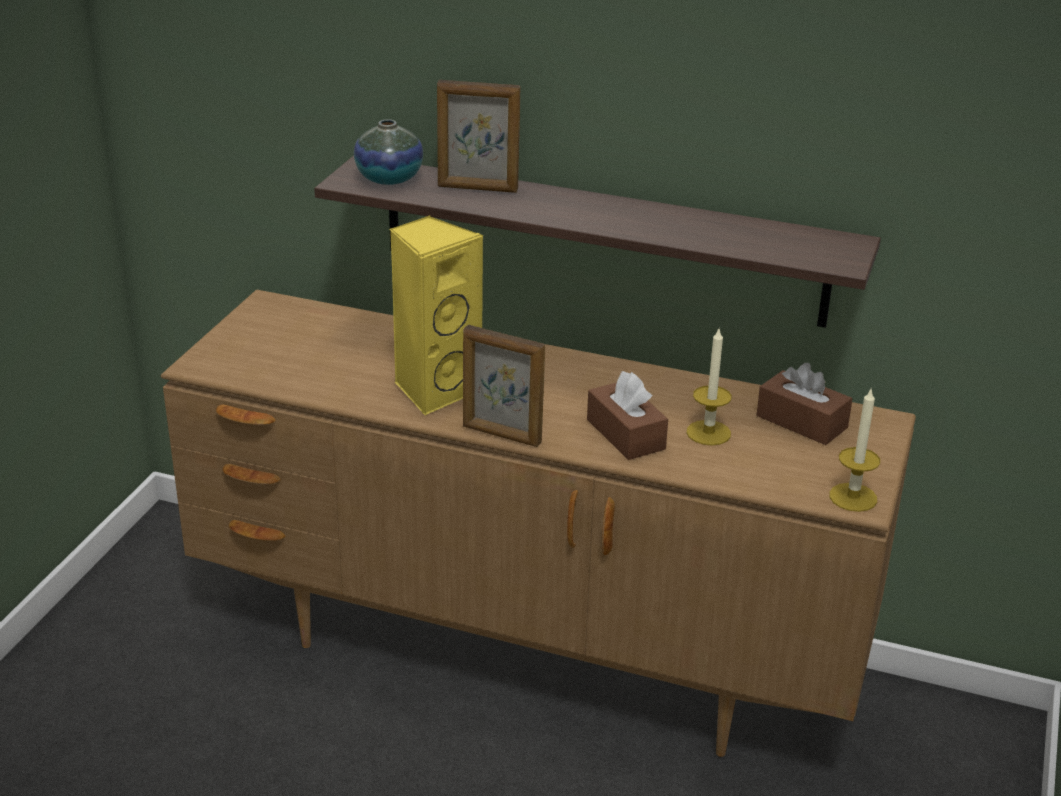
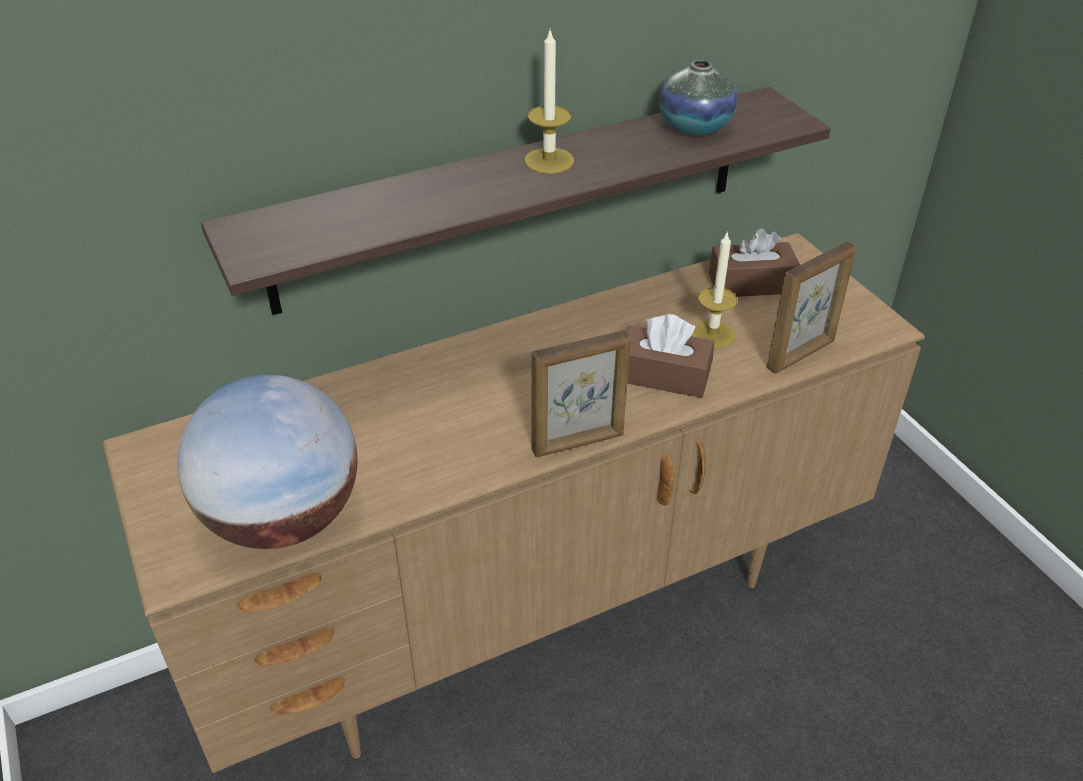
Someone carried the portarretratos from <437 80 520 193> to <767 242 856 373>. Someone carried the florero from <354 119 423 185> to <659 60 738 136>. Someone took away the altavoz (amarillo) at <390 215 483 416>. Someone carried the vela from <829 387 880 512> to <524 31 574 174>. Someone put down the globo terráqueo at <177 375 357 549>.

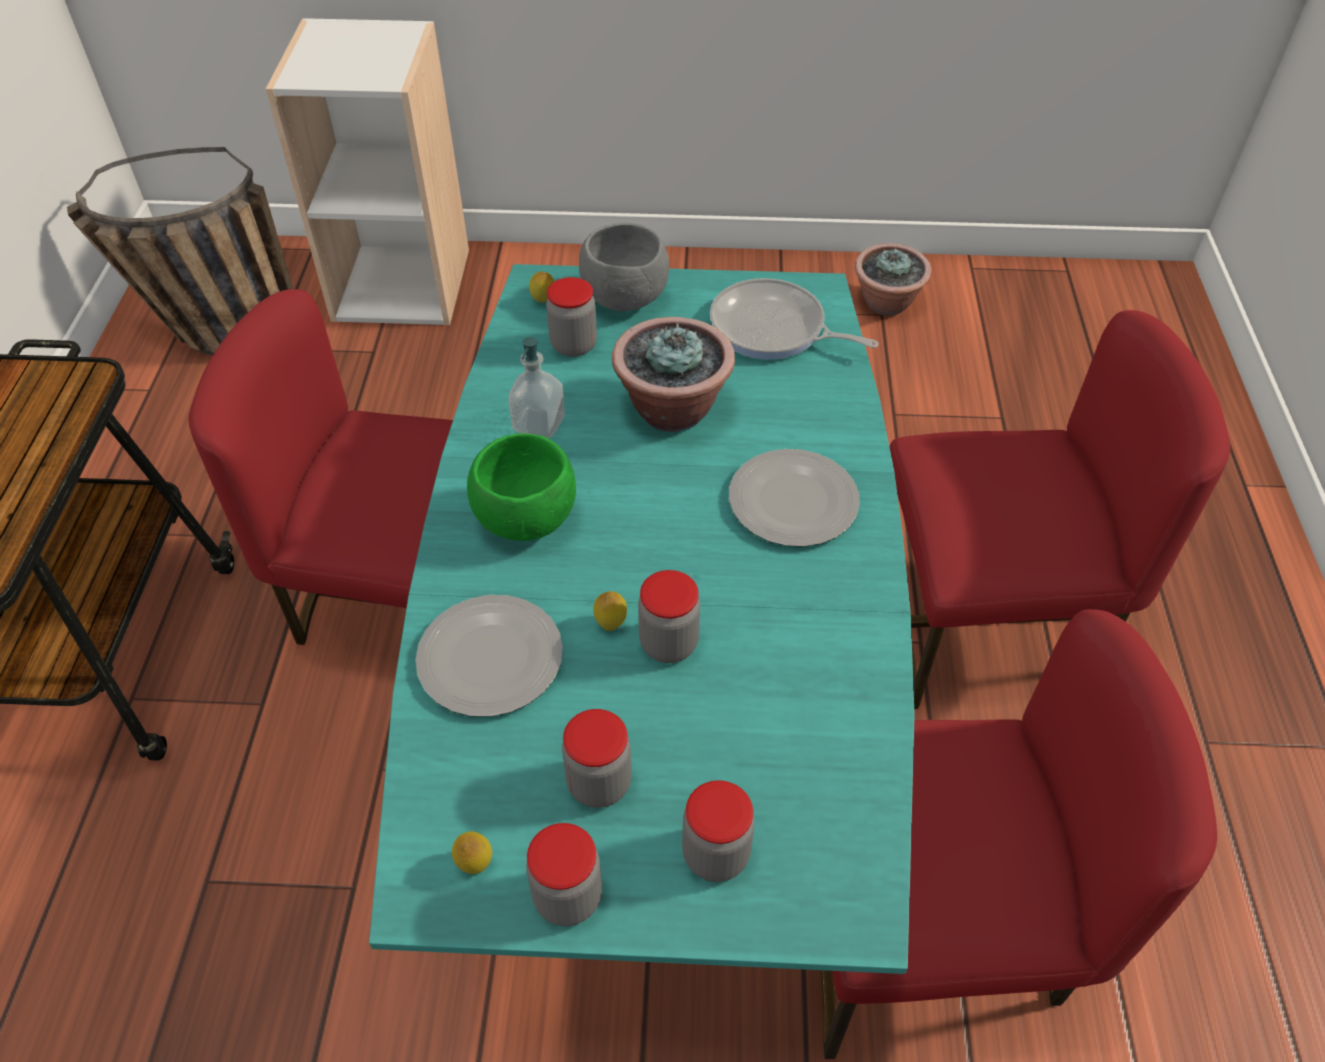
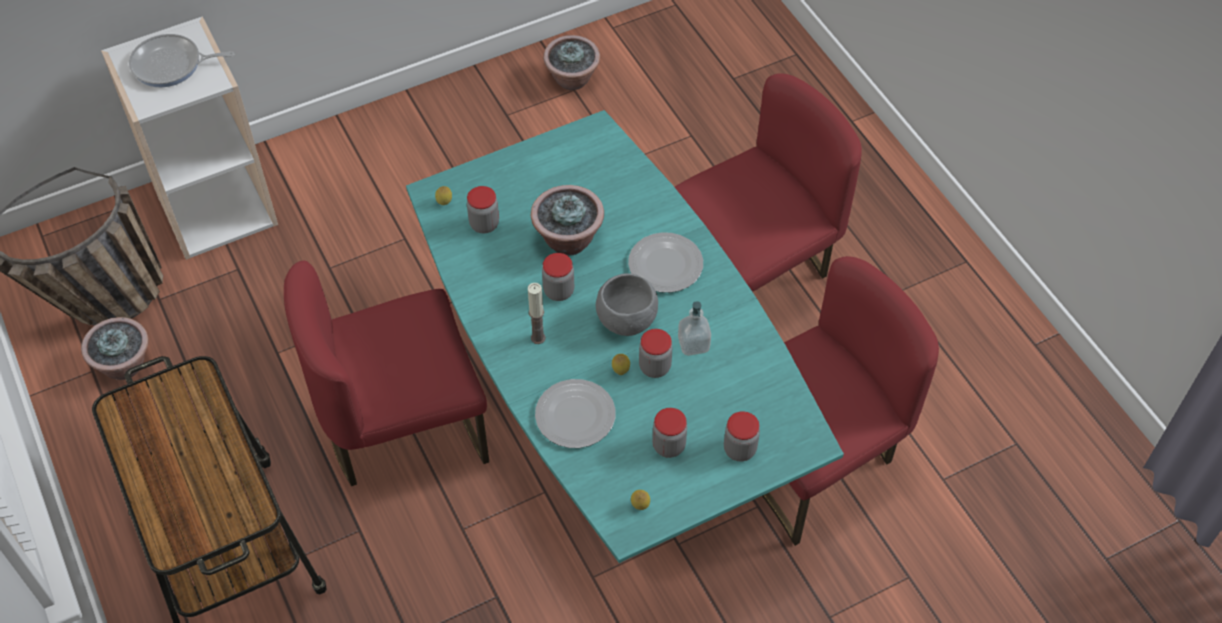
Someone carried the cuenco (gris) from <579 223 669 311> to <596 273 658 336>. Someone carried the sartén from <710 278 878 359> to <129 34 234 87>. Someone carried the dispensador de jabón from <509 337 565 439> to <678 301 711 356>. Someone swapped the cuenco (verde) at <467 433 576 541> for the vela at <528 283 546 344>. Someone carried the tarro from <526 823 602 926> to <542 253 574 301>. Someone put down the planta en maceta at <81 317 149 380>.

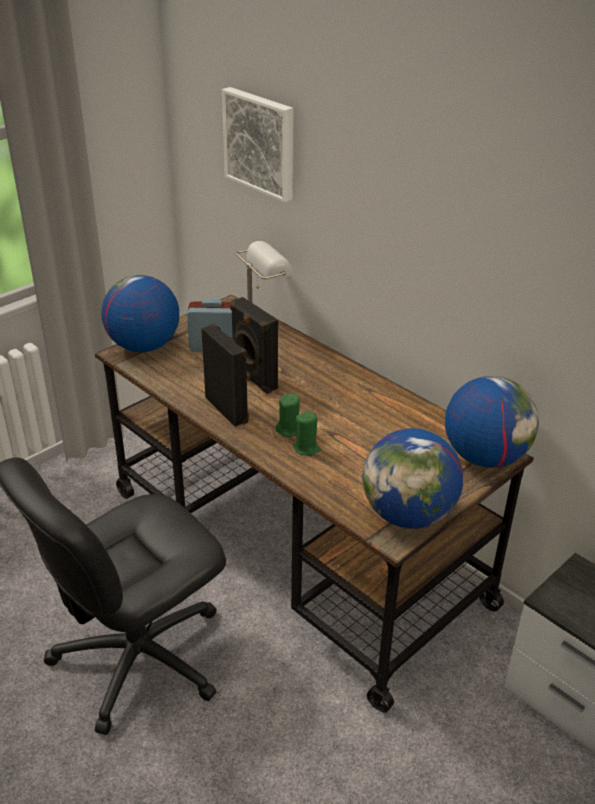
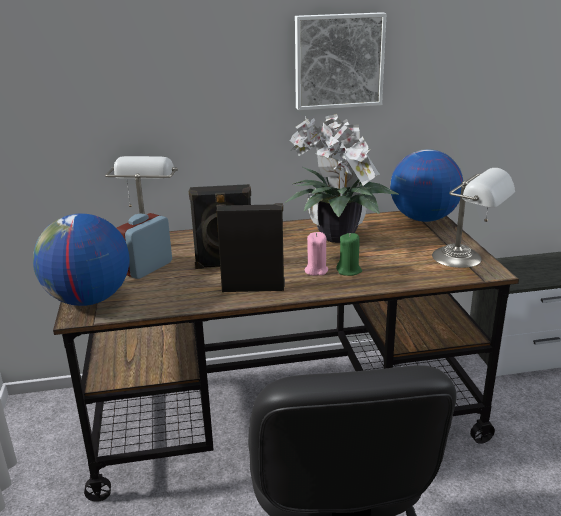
Someone carried the cuadro from <222 87 293 202> to <295 12 386 110>. Someone repainted the vela (verde) at <276 393 300 437>, which became the vela (rosa) at <305 232 328 276>. Someone swapped the globo terráqueo at <362 428 463 529> for the lámpara de mesa (blanco) at <432 168 515 268>. Someone put down the planta en maceta at <285 114 398 243>.

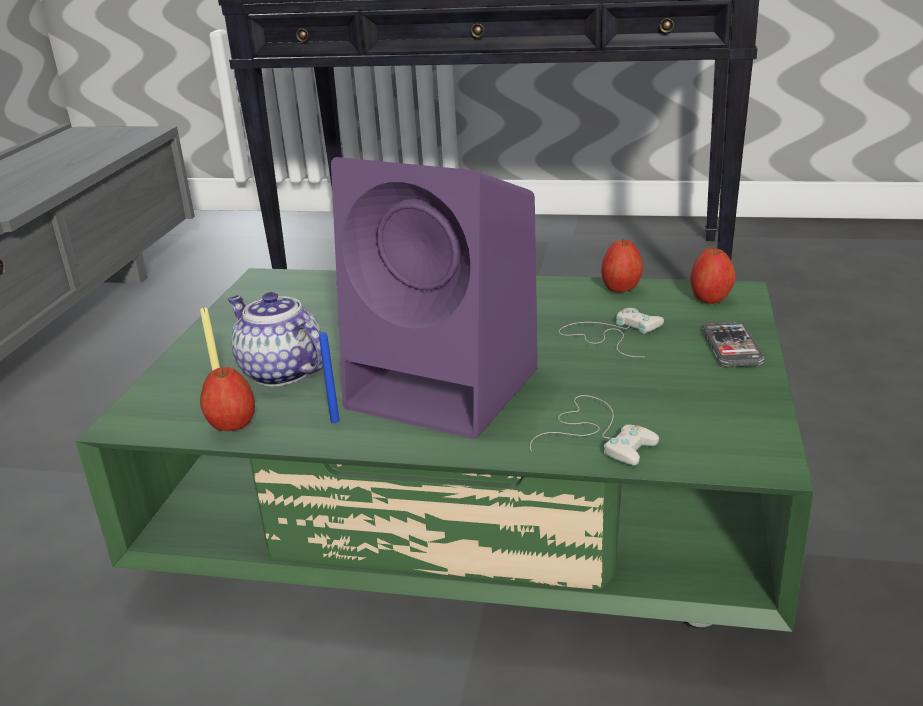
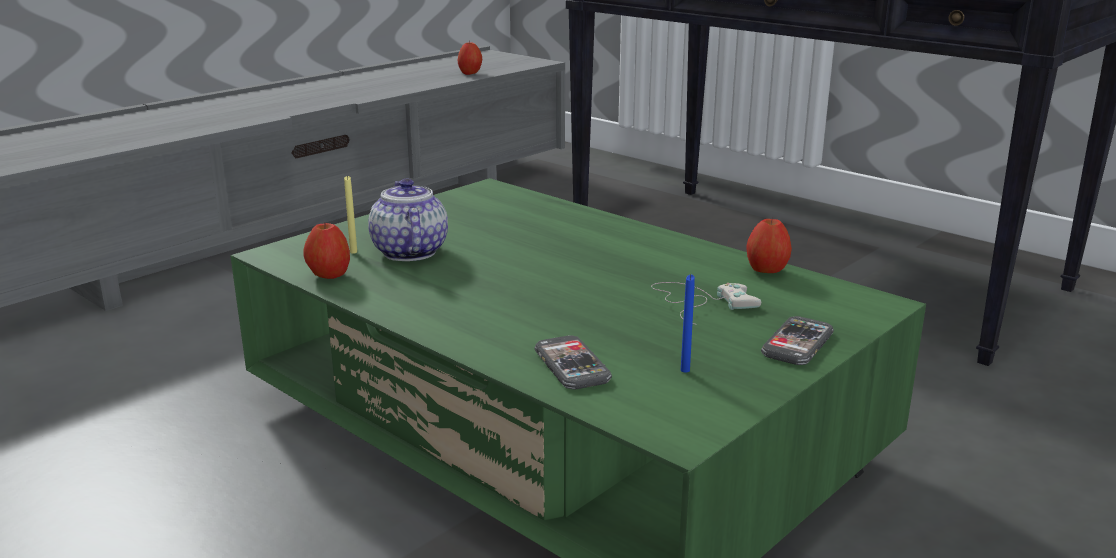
Someone took away the altavoz (morado) at <331 157 538 439>. Someone carried the manzana from <690 247 735 304> to <457 41 482 75>. Someone carried the vela (azul) from <319 332 339 423> to <681 274 695 373>. Someone swapped the mando de consola (blanco) at <530 395 659 466> for the móvil at <535 335 612 389>.

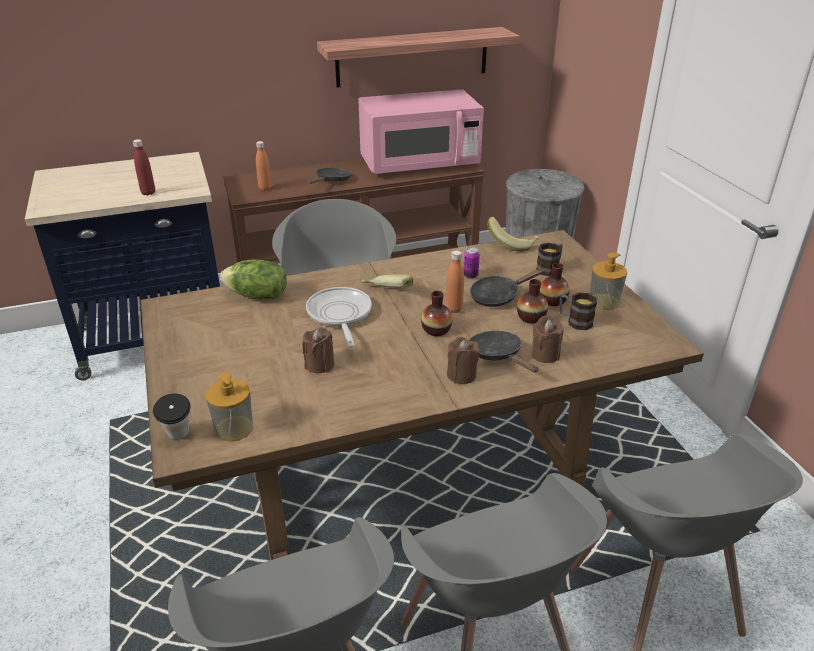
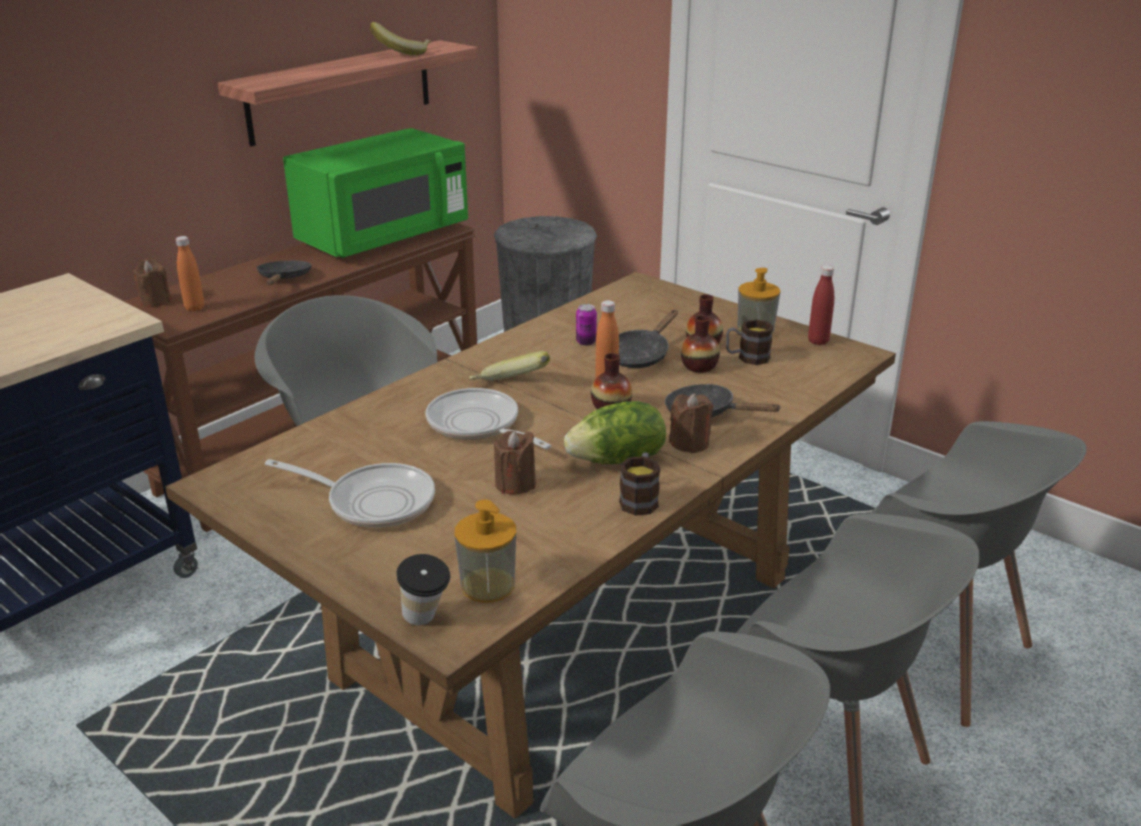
Someone repainted the microondas (rosa) at <358 89 484 174>, which became the microondas (verde) at <283 128 468 258>. Someone carried the botella (rojo) from <133 139 155 196> to <808 265 834 345>. Someone carried the plátano from <487 217 539 252> to <370 22 431 55>. Someone carried the taza grande from <536 243 563 276> to <619 452 660 516>. Someone carried the lechuga from <220 260 287 300> to <564 401 666 464>. Someone carried the vela (marrón) from <531 315 563 363> to <133 259 171 308>. Someone put down the sartén at <265 459 435 528>.

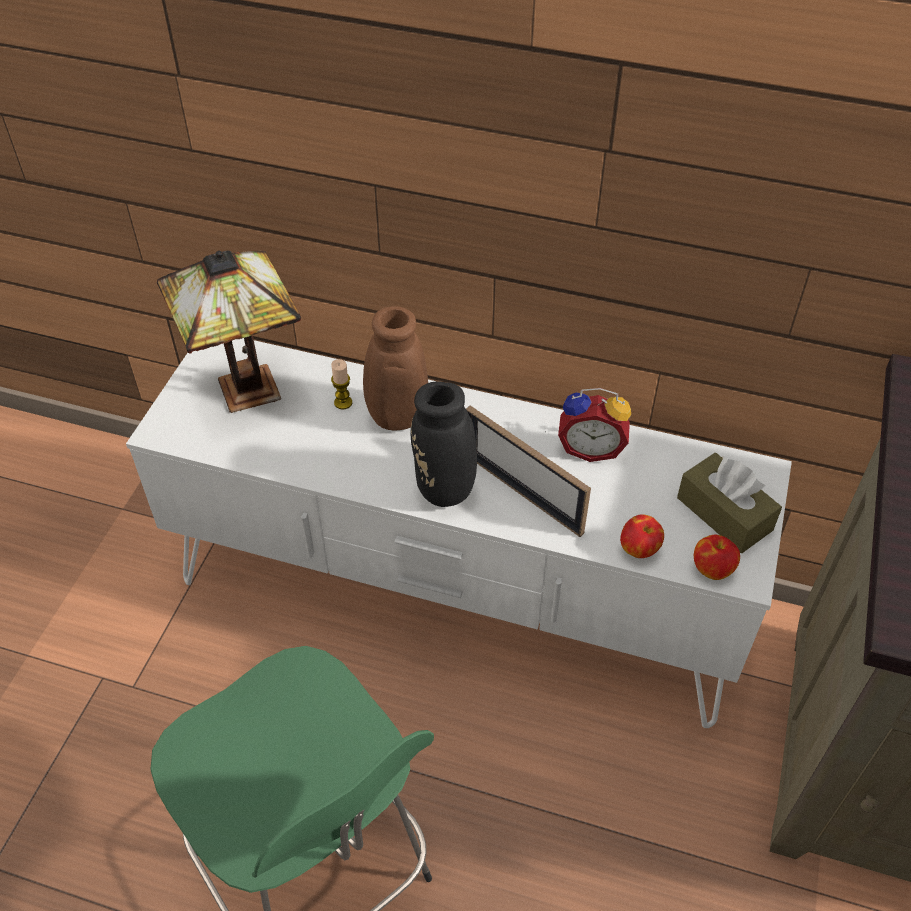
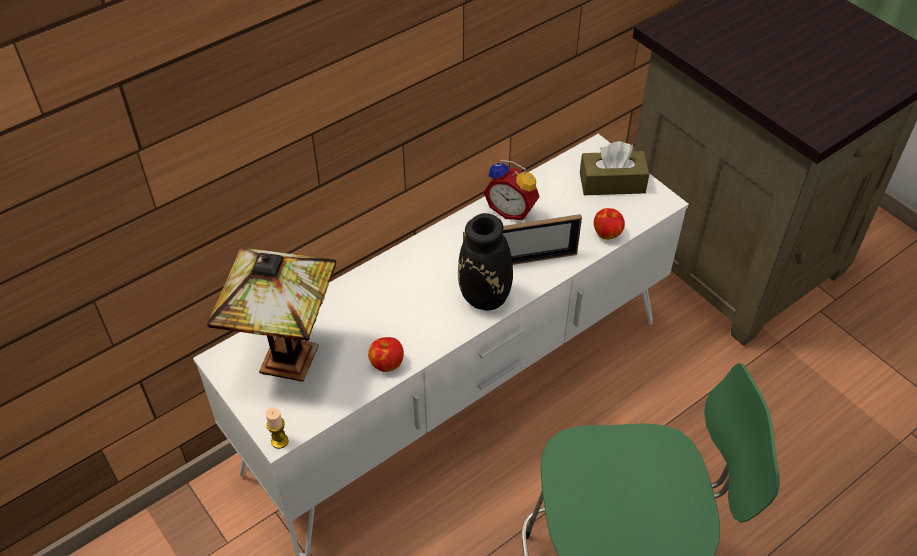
Someone took away the florero (marrón) at <334 306 428 430>. Someone carried the vela from <331 359 352 410> to <265 408 289 449>. Someone rotated the despertador at <558 388 631 462> by 75 degrees clockwise. Someone carried the manzana from <694 534 740 580> to <368 337 404 372>.

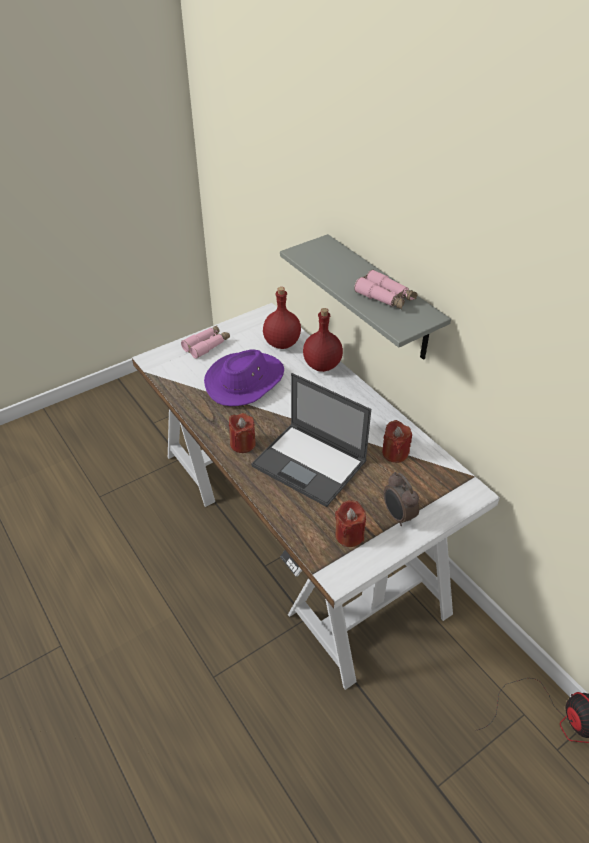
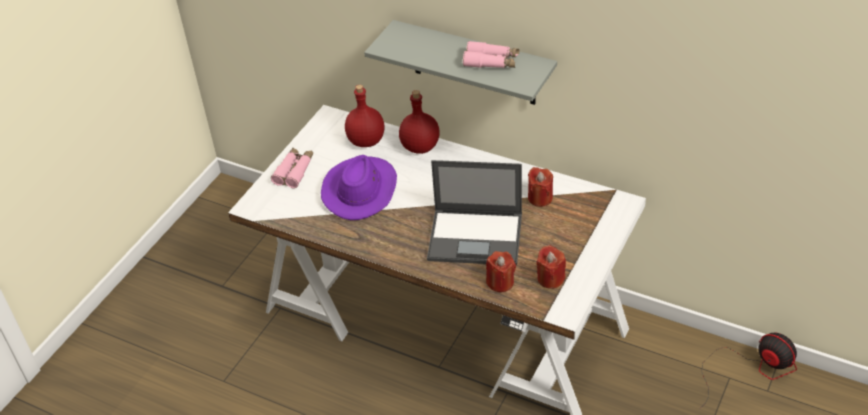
Someone carried the vela (rojo) from <229 413 256 453> to <486 251 516 292>. Someone took away the despertador at <384 472 419 526>.

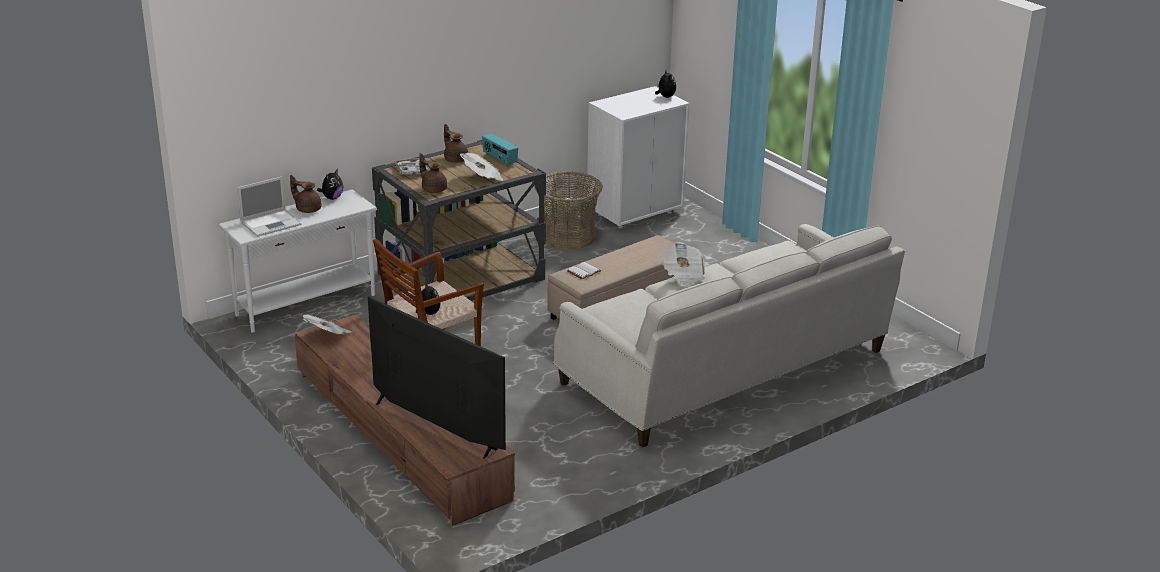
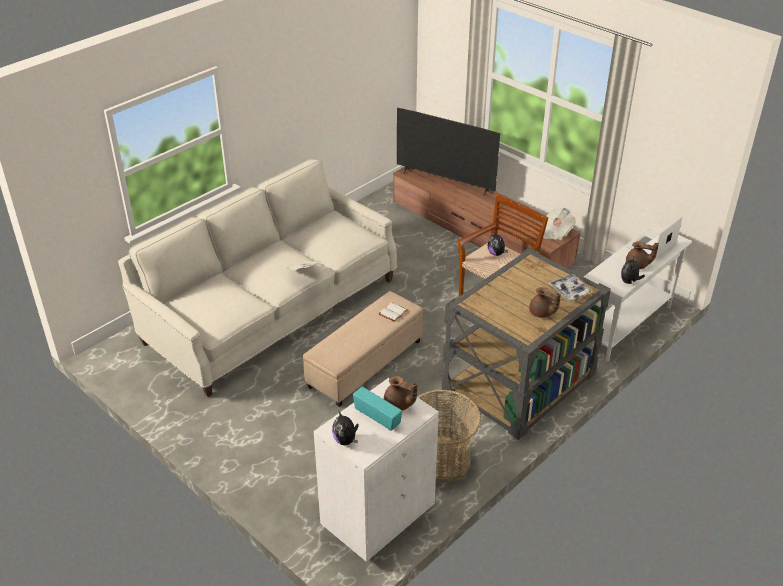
Someone carried the radio from <482 134 518 166> to <353 387 402 431>. Someone carried the tetera (marrón) from <419 153 447 193> to <384 376 417 411>. Someone took away the periódico at <460 153 504 181>.

